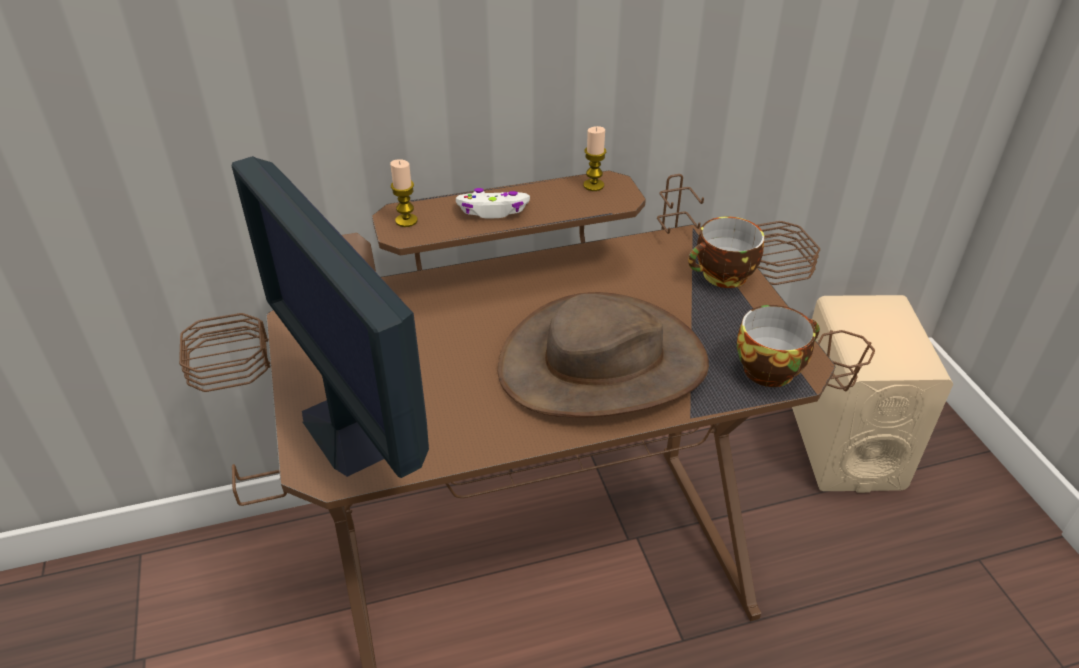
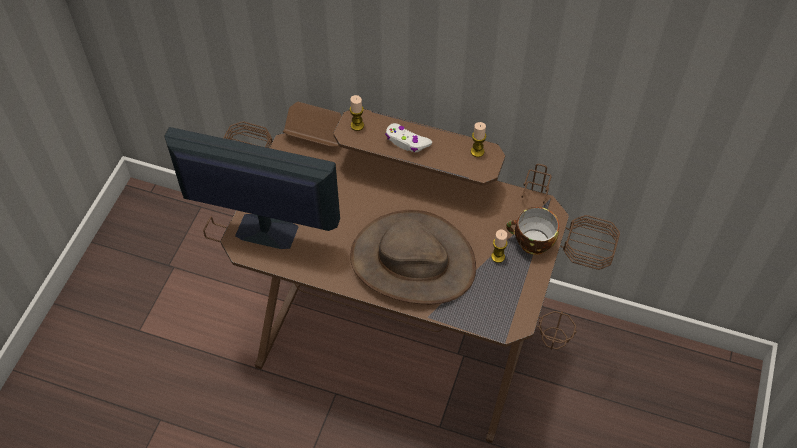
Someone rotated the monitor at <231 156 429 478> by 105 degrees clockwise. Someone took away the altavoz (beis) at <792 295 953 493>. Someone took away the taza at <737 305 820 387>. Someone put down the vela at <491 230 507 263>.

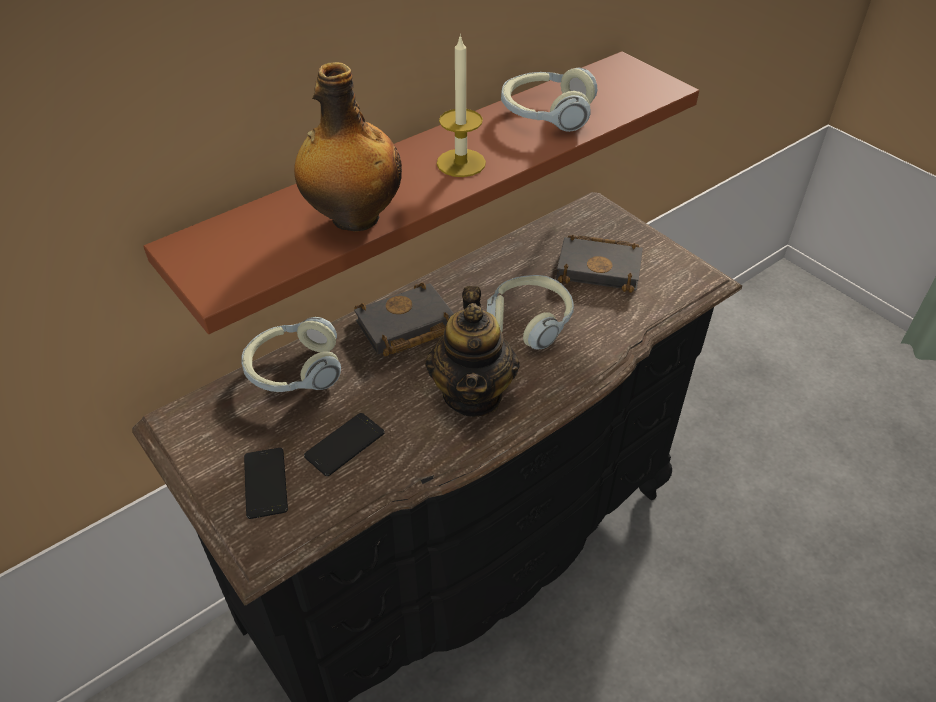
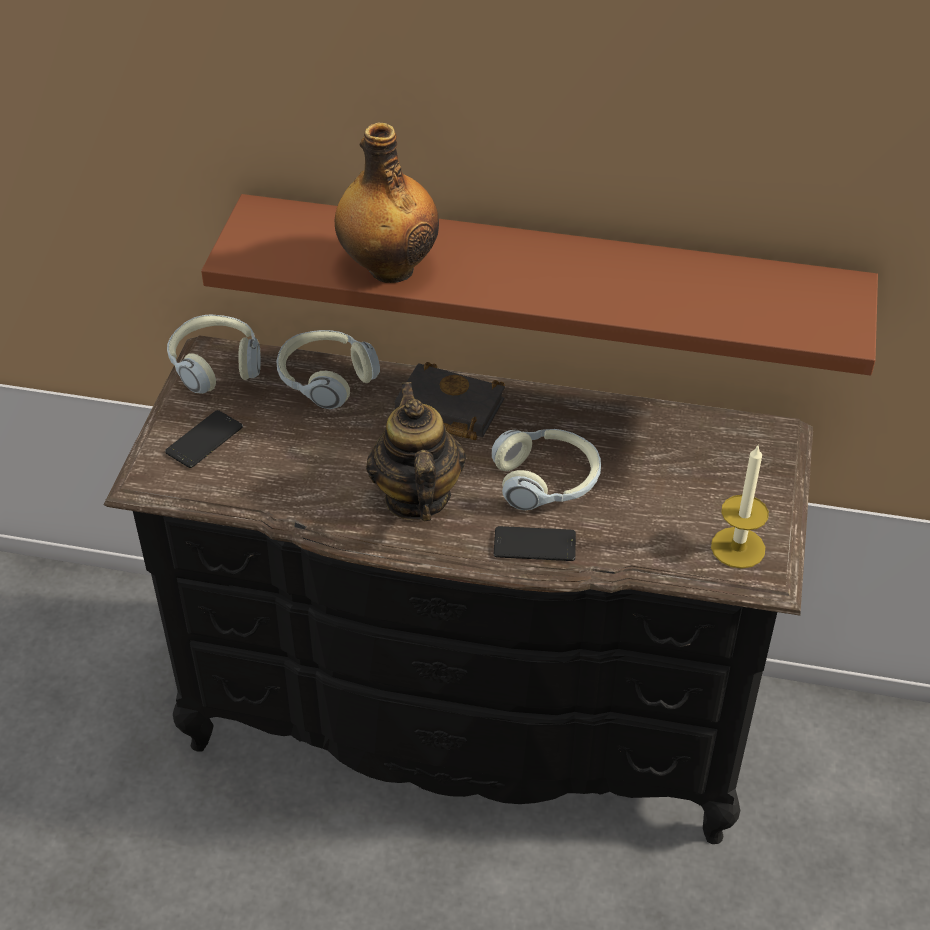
Someone carried the vela from <437 34 486 177> to <711 444 769 569>. Someone carried the auriculares from <501 68 597 132> to <167 315 261 394>. Someone took away the libro (negro) at <556 235 643 293>. Someone rotated the tetera at <425 286 520 417> by 120 degrees clockwise. Someone carried the móvil from <304 413 385 476> to <494 526 576 561>.

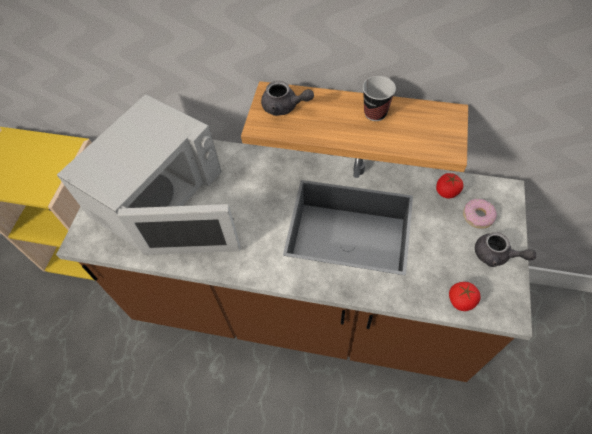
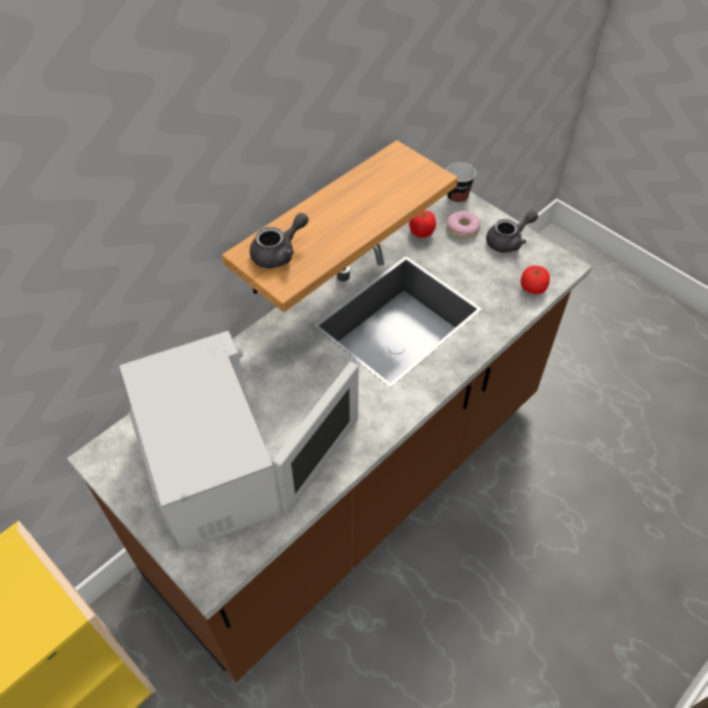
Someone carried the taza from <363 76 396 121> to <447 162 476 204>.

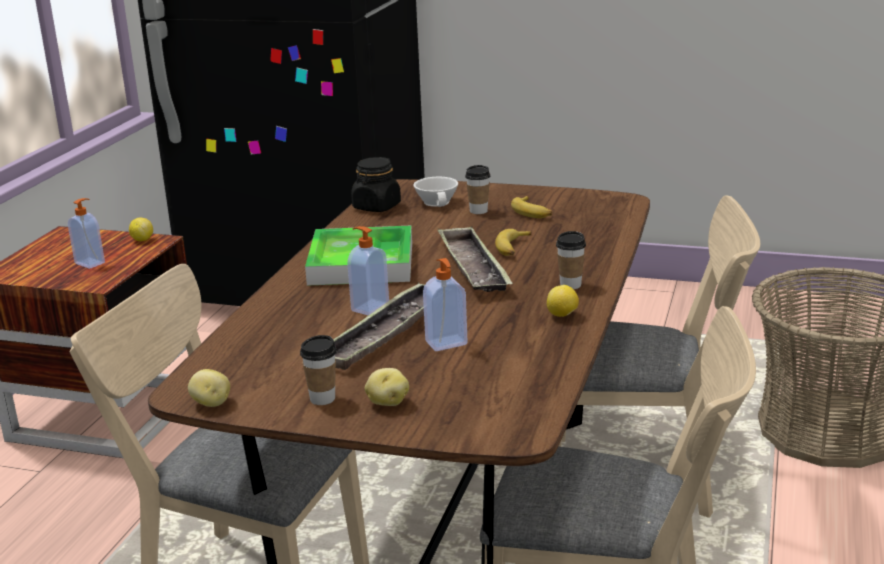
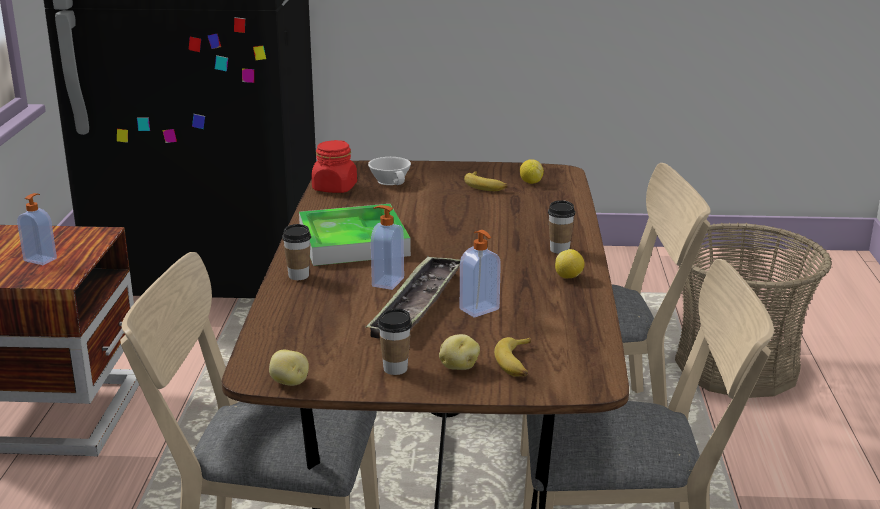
Someone repainted the tarro (negro) at <351 157 401 212>, which became the tarro (rojo) at <312 140 357 193>. Someone carried the taza from <465 165 490 214> to <282 224 311 280>. Someone carried the limón from <129 218 153 241> to <520 159 544 184>. Someone took away the bandeja at <437 226 513 292>. Someone carried the plátano from <495 229 532 256> to <494 337 531 377>.

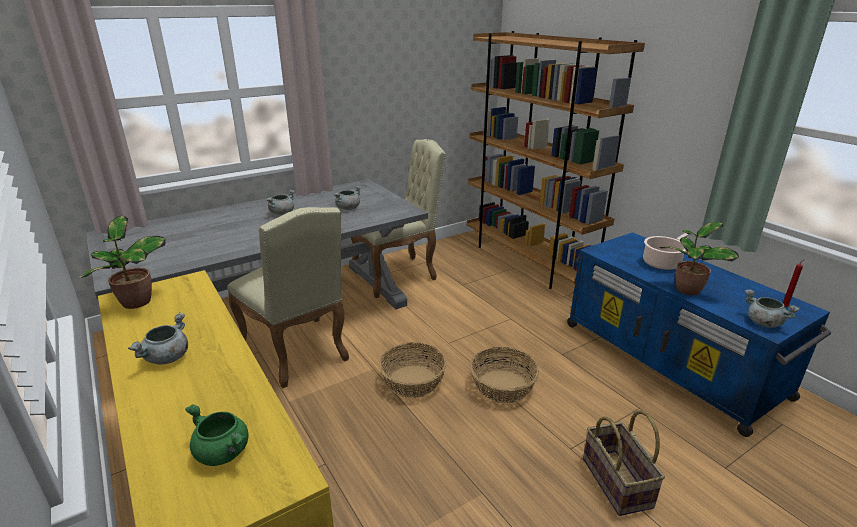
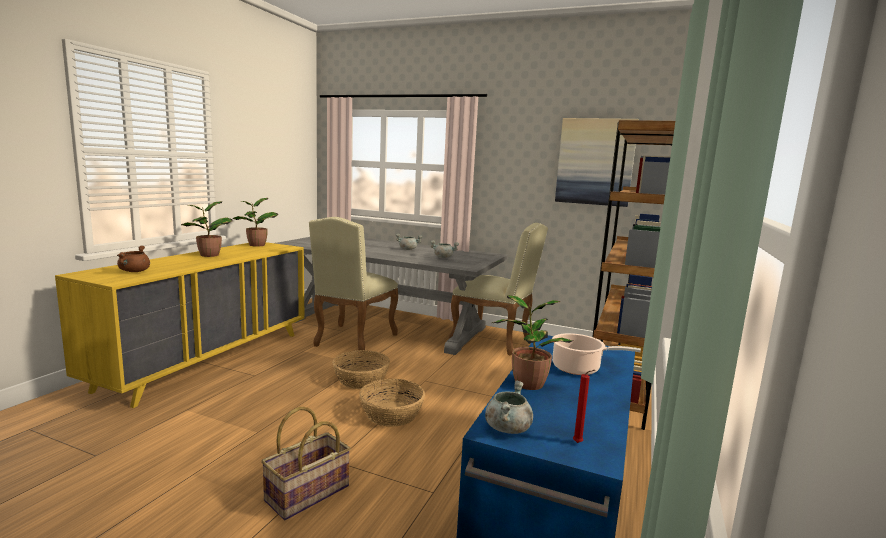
Someone swapped the olla (gris) at <128 312 188 365> for the planta en maceta at <181 201 233 257>. Someone repainted the olla (verde) at <185 404 248 466>, which became the olla (marrón) at <117 245 150 272>. Someone put up the cuadro at <555 118 639 207>.

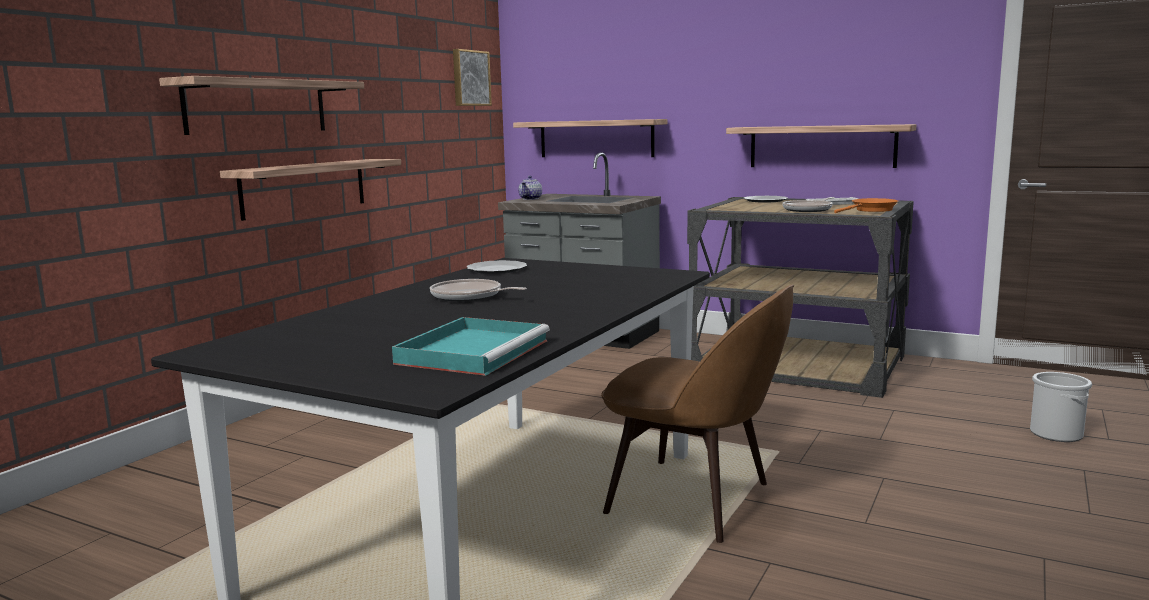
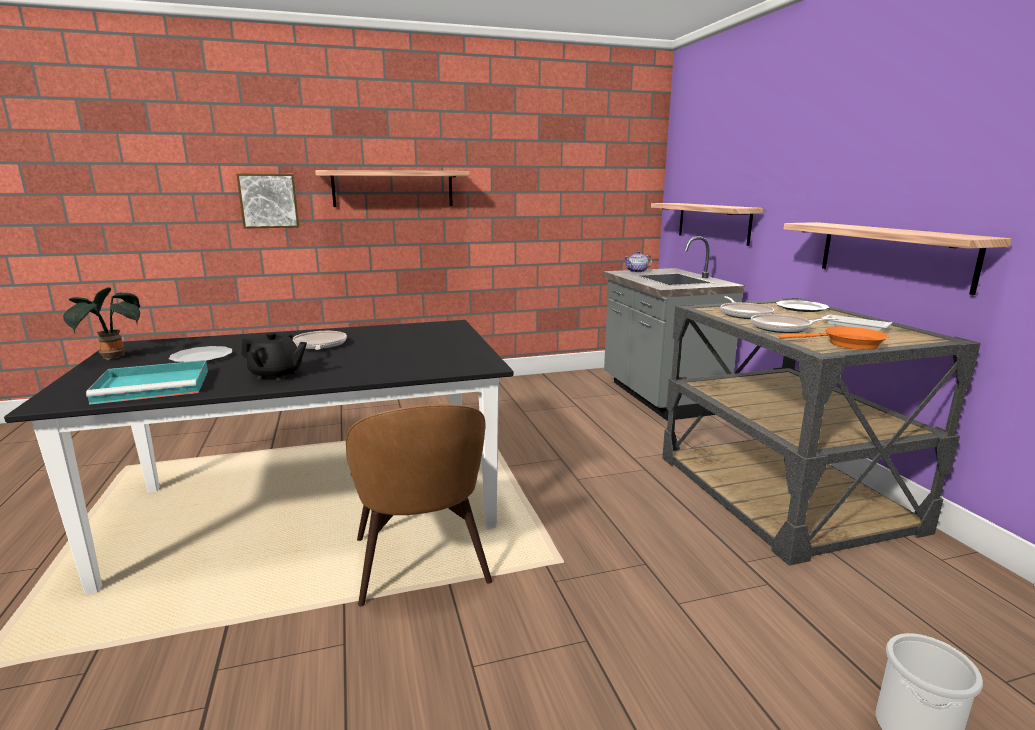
Someone carried the cuadro from <453 49 492 106> to <236 174 299 229>. Someone took away the estante at <220 159 401 221>. Someone carried the plato from <467 260 527 274> to <169 346 233 362>. Someone put down the planta en maceta at <63 287 140 360>. Someone put down the sartén at <721 296 774 319>. Someone put down the tetera (negro) at <241 332 307 381>.

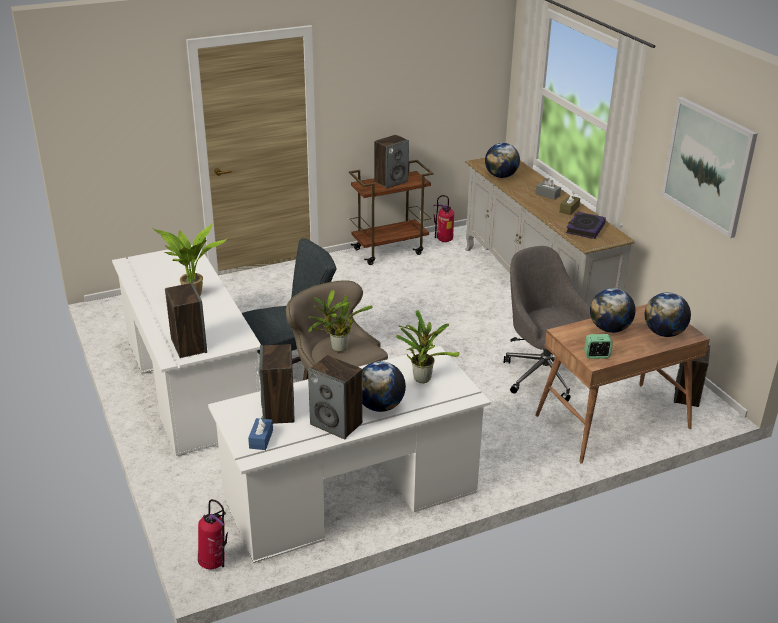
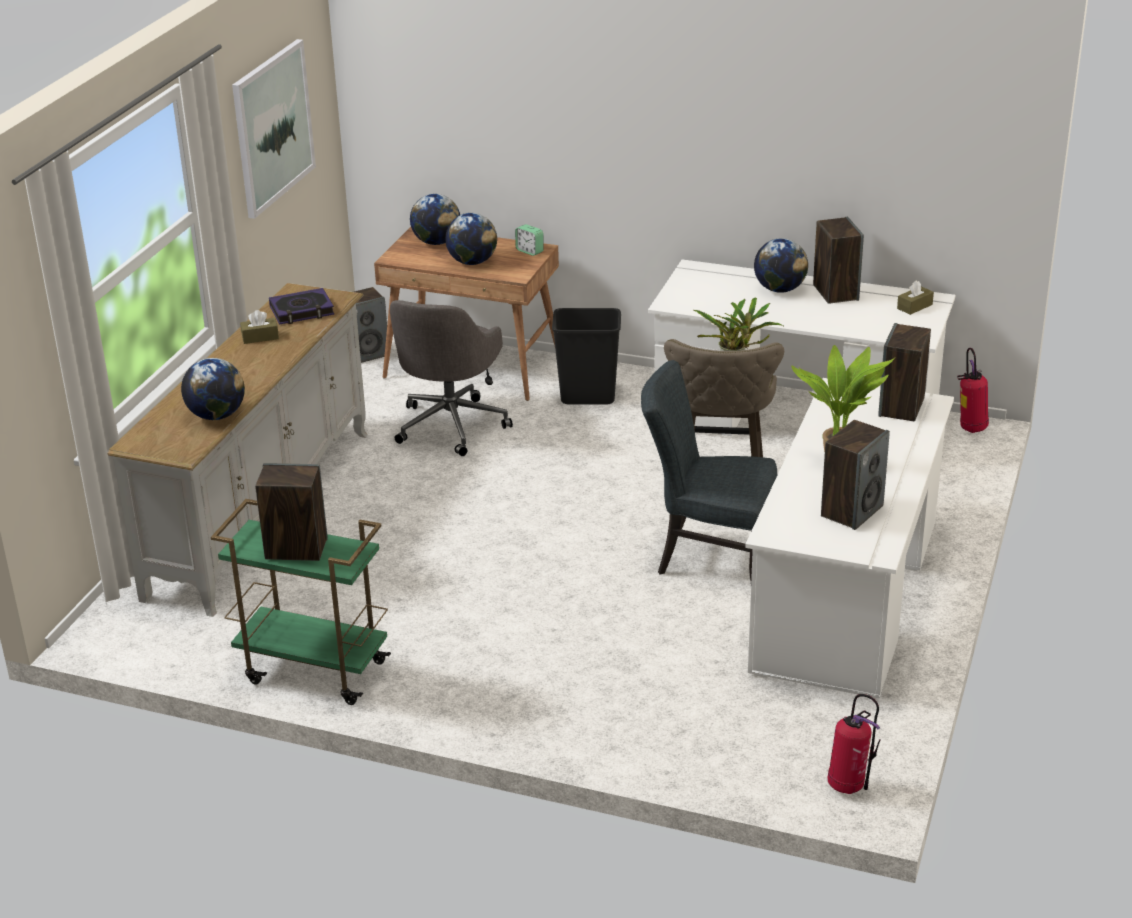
Someone repainted the carrito (marrón) at <349 160 433 265>, which became the carrito (verde) at <211 499 391 705>. Someone took away the caja de pañuelos (gris) at <536 178 561 200>. Someone carried the extintor from <433 195 454 242> to <827 694 881 794>. Someone took away the planta en maceta at <396 310 460 383>. Someone carried the altavoz from <259 344 294 424> to <821 420 890 530>. Someone repainted the caja de pañuelos (azul) at <248 416 273 450>, which became the caja de pañuelos (marrón) at <897 280 934 315>. Someone put down the papelera (negro) at <552 308 621 405>.

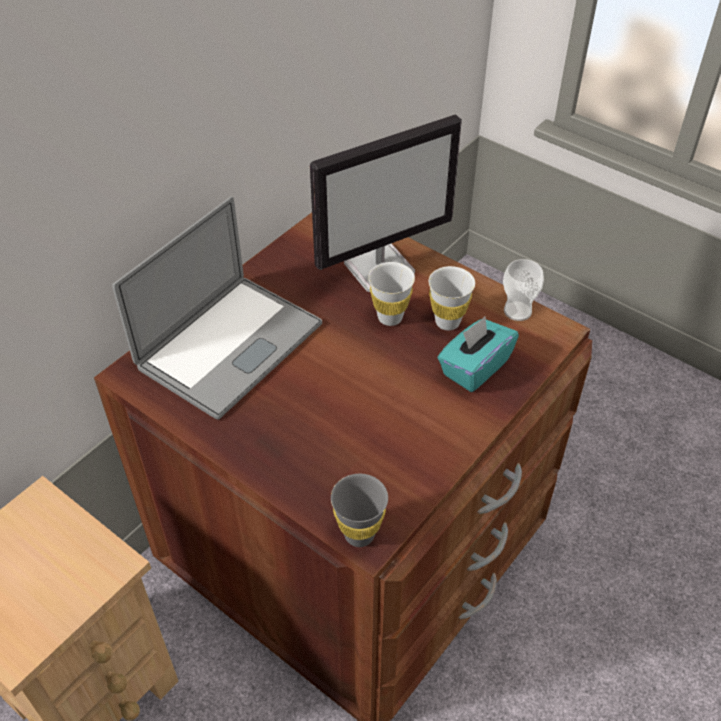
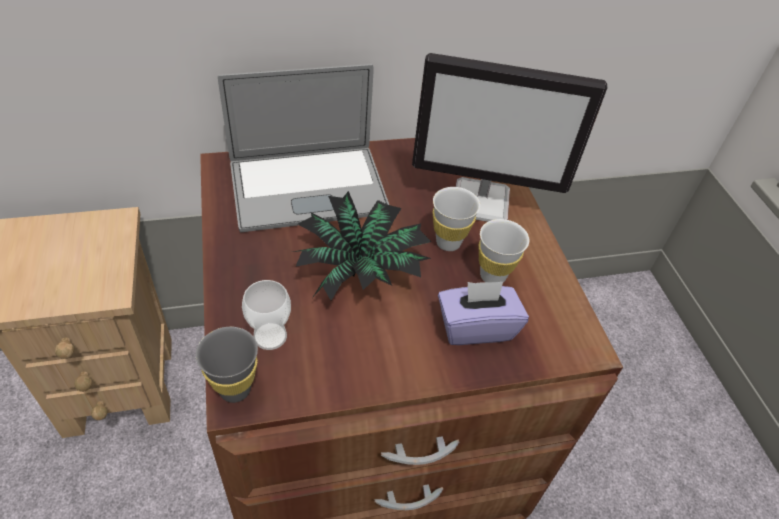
Someone carried the taza from <503 259 544 321> to <242 280 291 350>. Someone repainted the caja de pañuelos (turquesa) at <437 317 519 392>, which became the caja de pañuelos (morado) at <438 282 529 345>. Someone put down the planta en maceta at <293 191 431 301>.

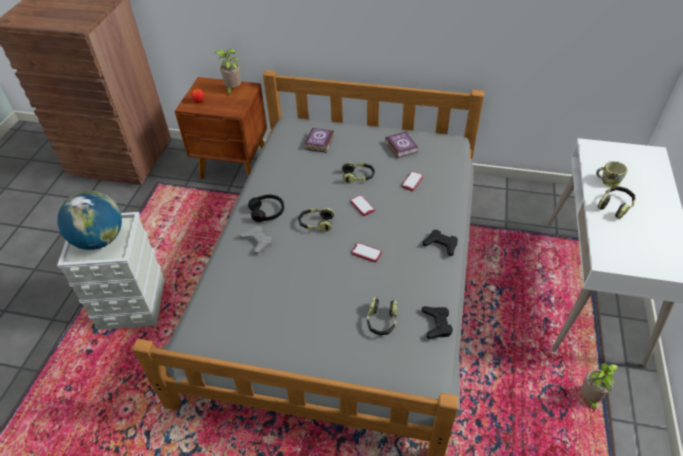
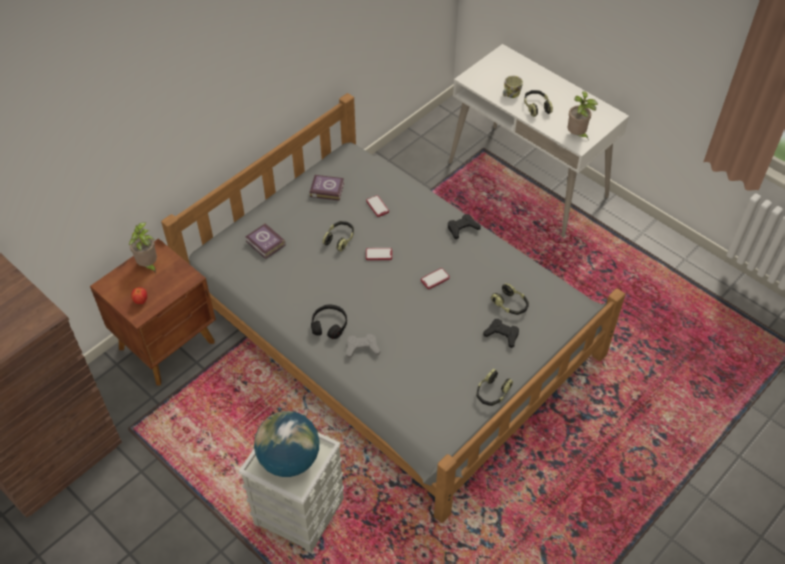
Someone carried the auriculares from <298 208 334 232> to <476 369 513 406>. Someone carried the mando de consola (negro) from <422 306 453 339> to <483 319 519 348>. Someone carried the planta en maceta from <581 362 618 411> to <568 91 598 140>.

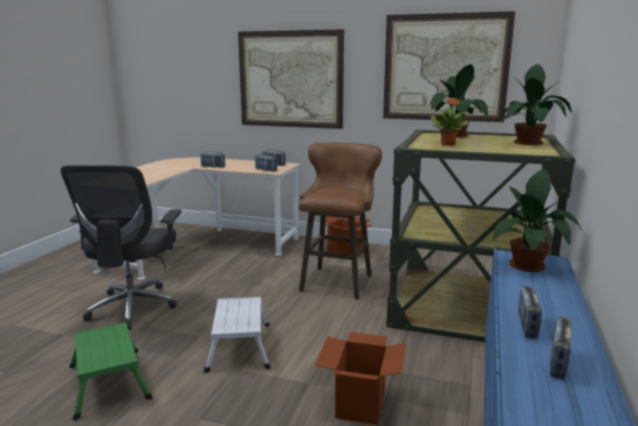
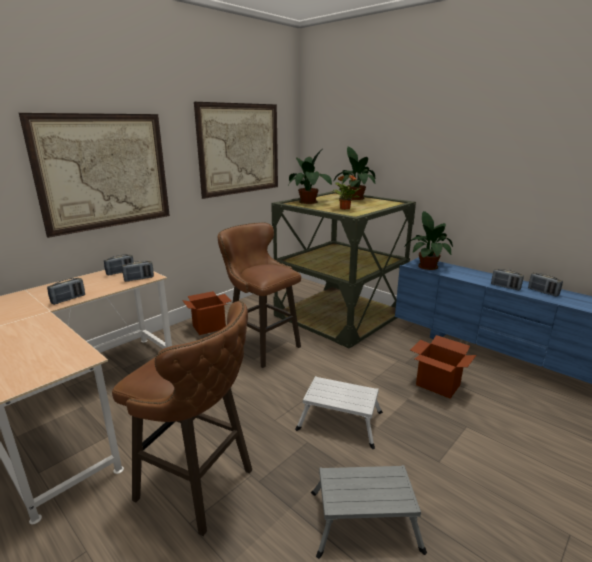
Someone swapped the silla de oficina at <61 165 181 330> for the taburete (marrón) at <112 301 252 536>. Someone repainted the escalera de tijera (verde) at <69 322 153 421>, which became the escalera de tijera (gris) at <311 465 427 559>.

